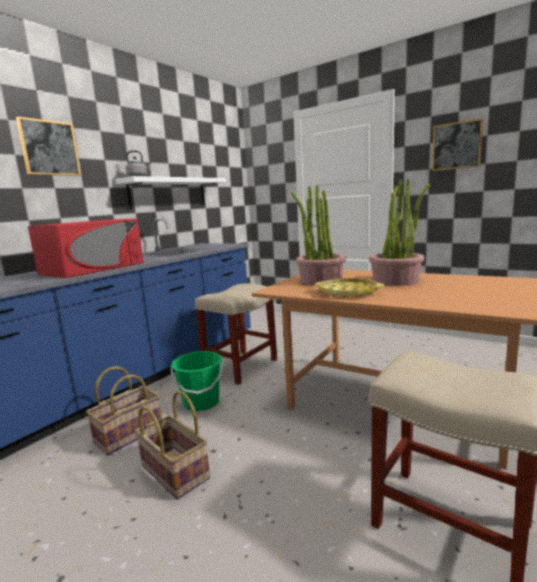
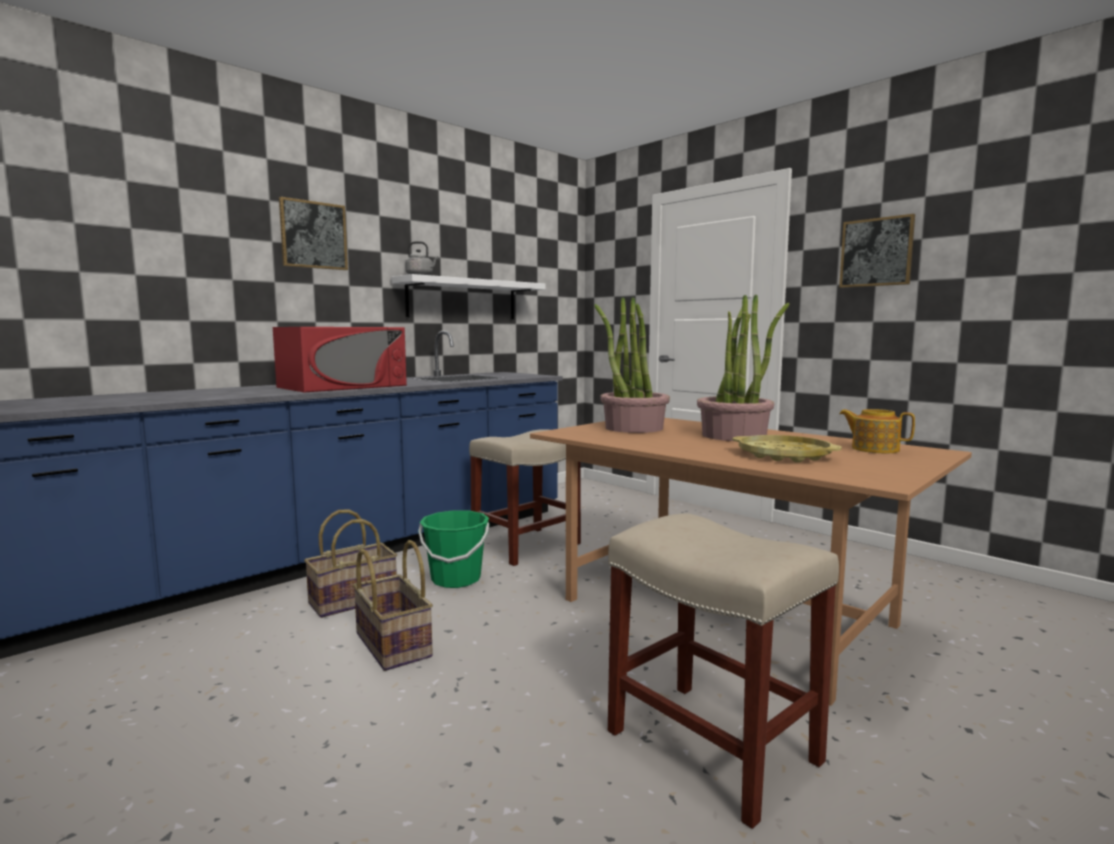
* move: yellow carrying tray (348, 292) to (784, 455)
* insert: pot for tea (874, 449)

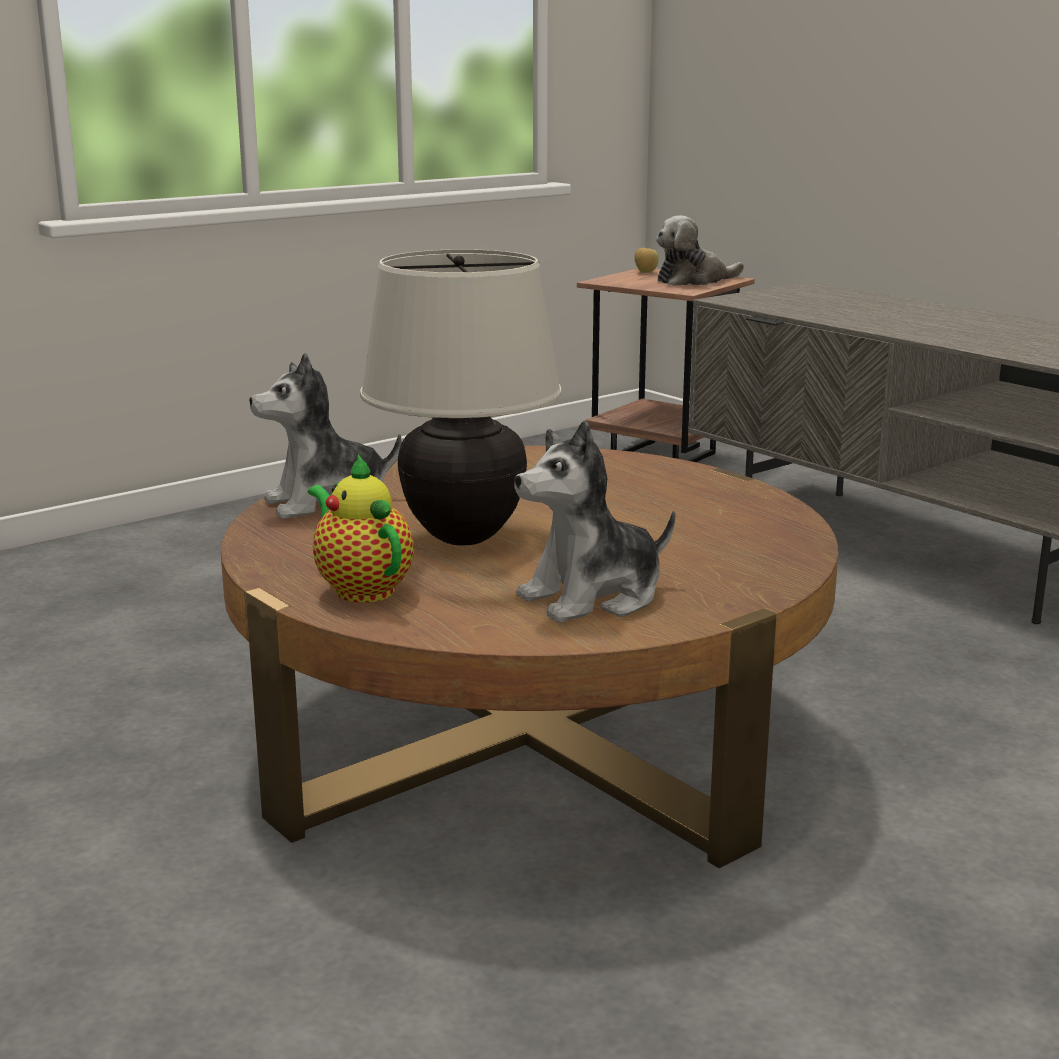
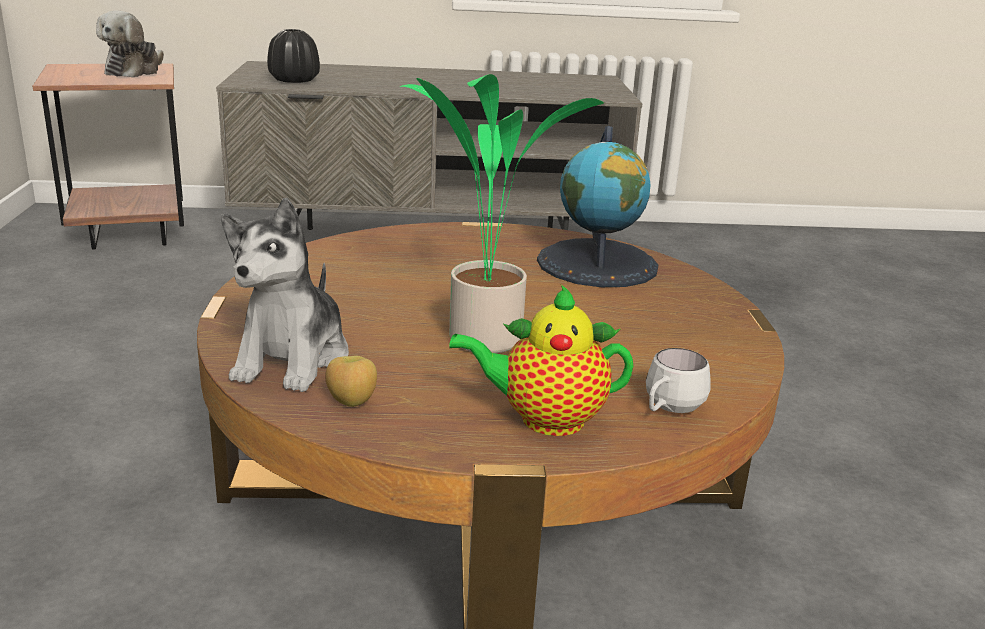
* insert: black vase (294, 80)
* move: apple fruit (645, 272) to (351, 403)
* replace: sand-coloured table lamp (464, 537) to plant in a pot (480, 340)
* insert: world globe (598, 264)
* insert: white mug (668, 410)
* delete: soft toy (593, 597)

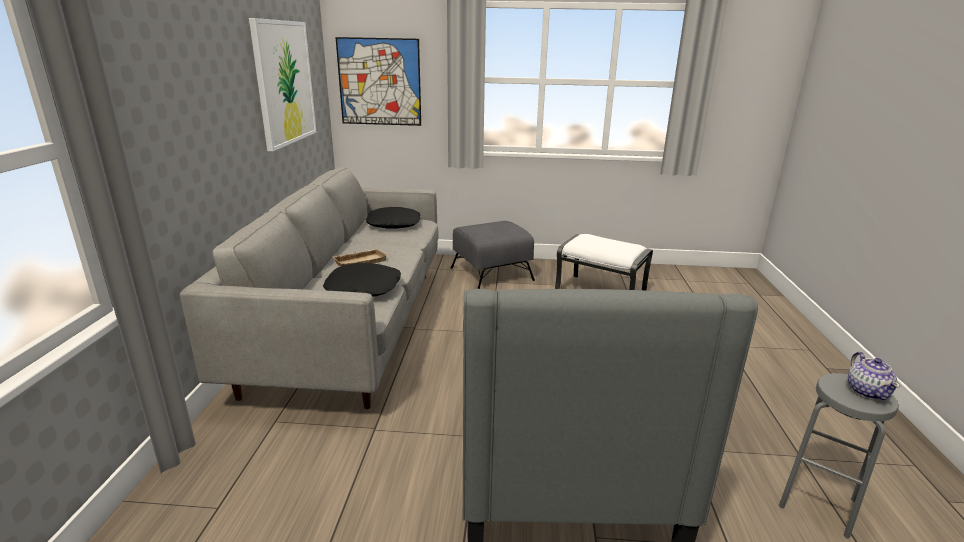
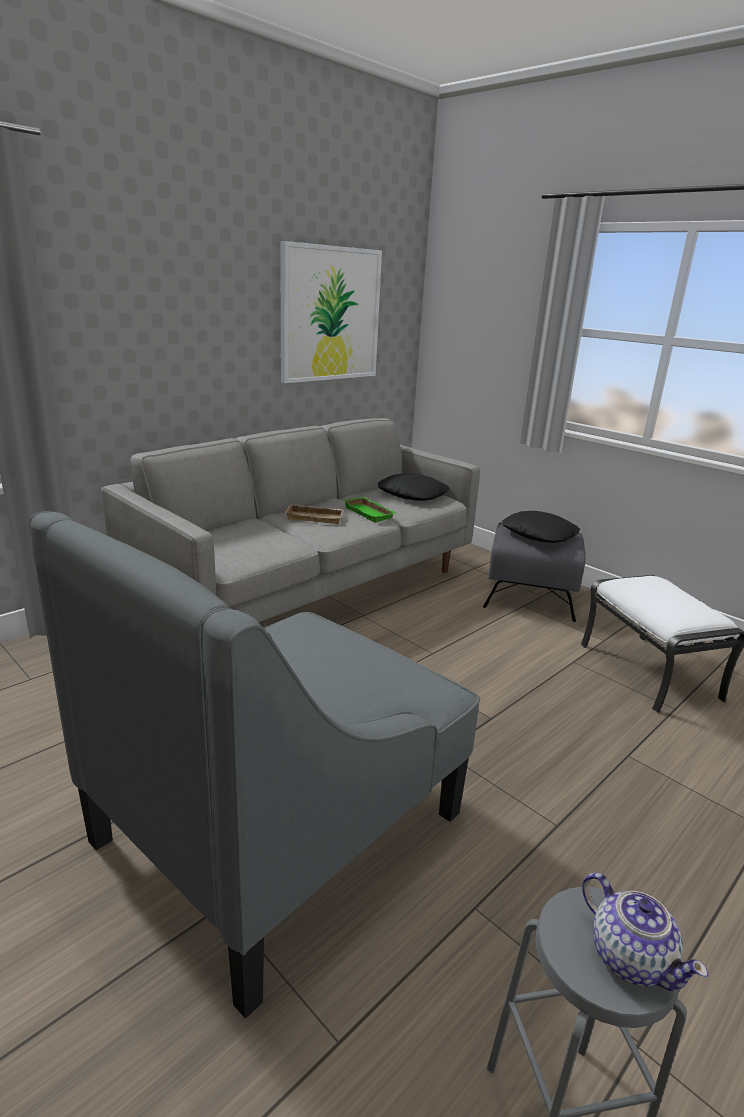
* insert: green-coloured carrying tray (370, 513)
* move: black pillow (364, 287) to (539, 534)
* rotate: pot for tea (867, 391) = (629, 956) 75 degrees counterclockwise
* delete: wall picture (379, 82)

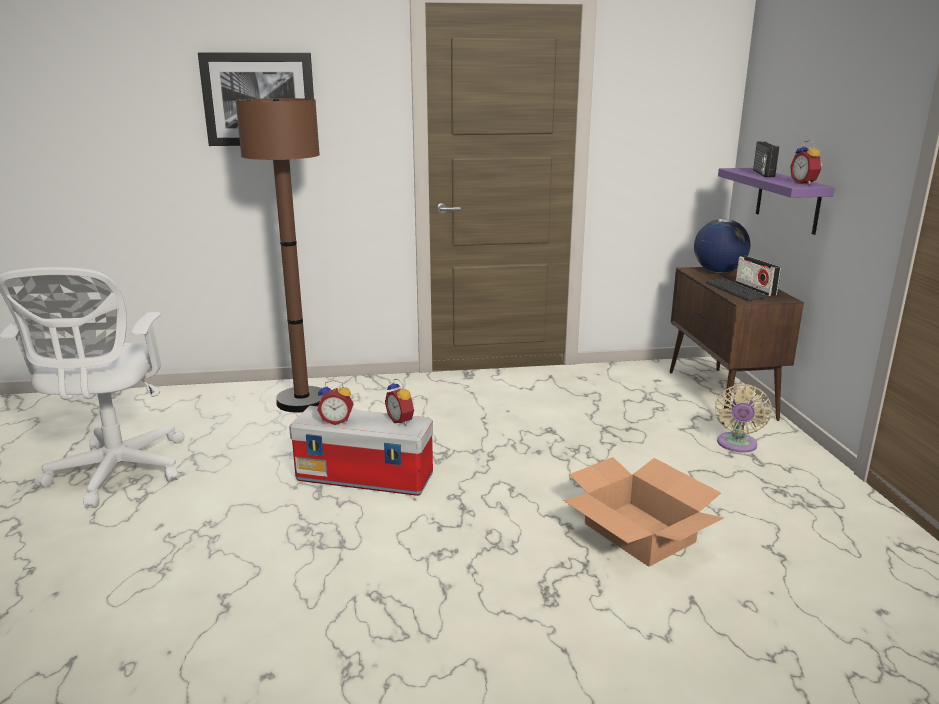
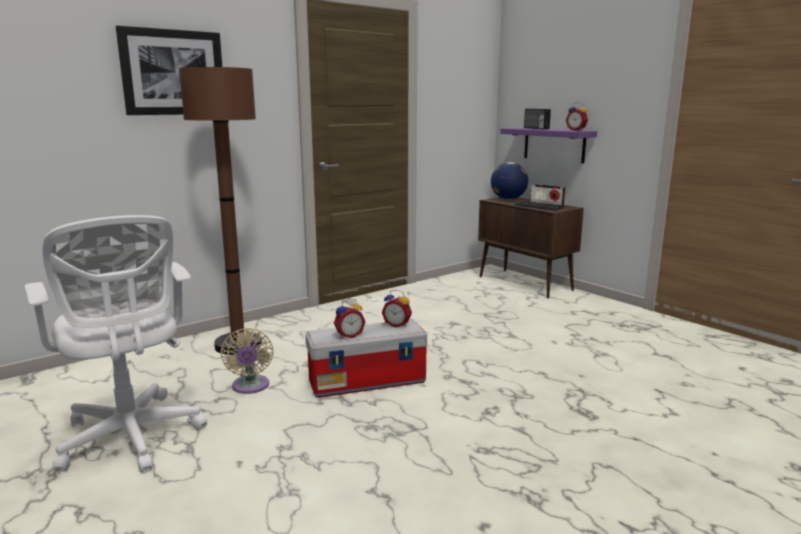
* move: sand-coloured electric fan (736, 445) to (250, 387)
* delete: carton (639, 533)

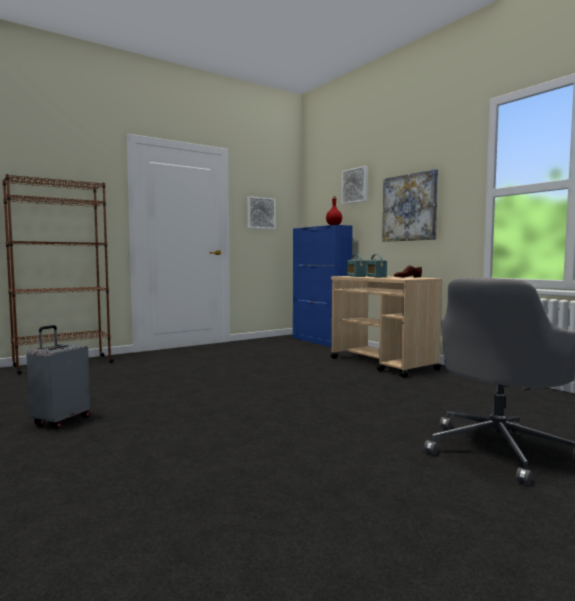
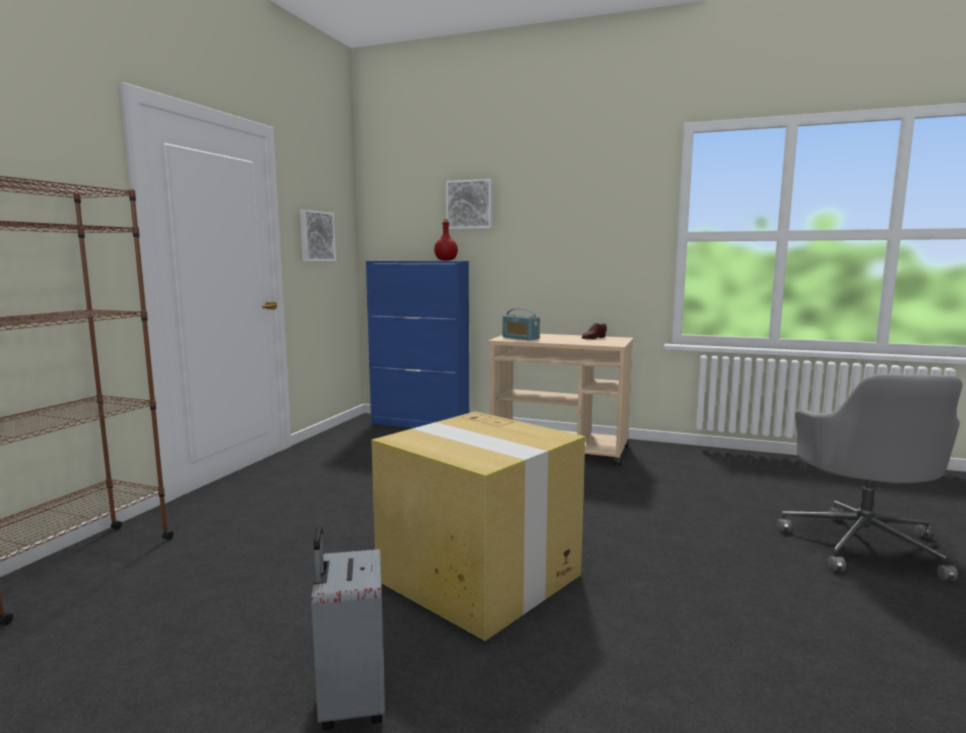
* insert: carton (481, 578)
* delete: radio receiver (376, 276)
* delete: wall picture (409, 207)

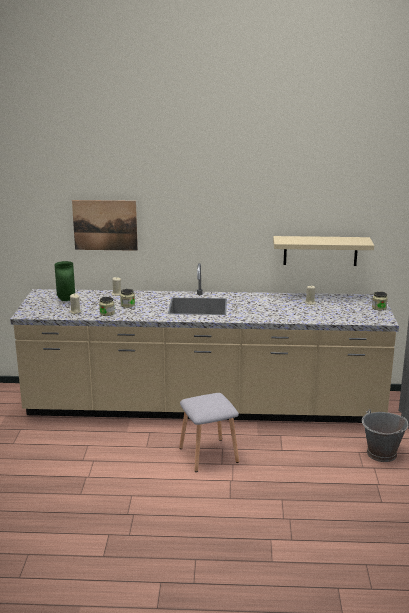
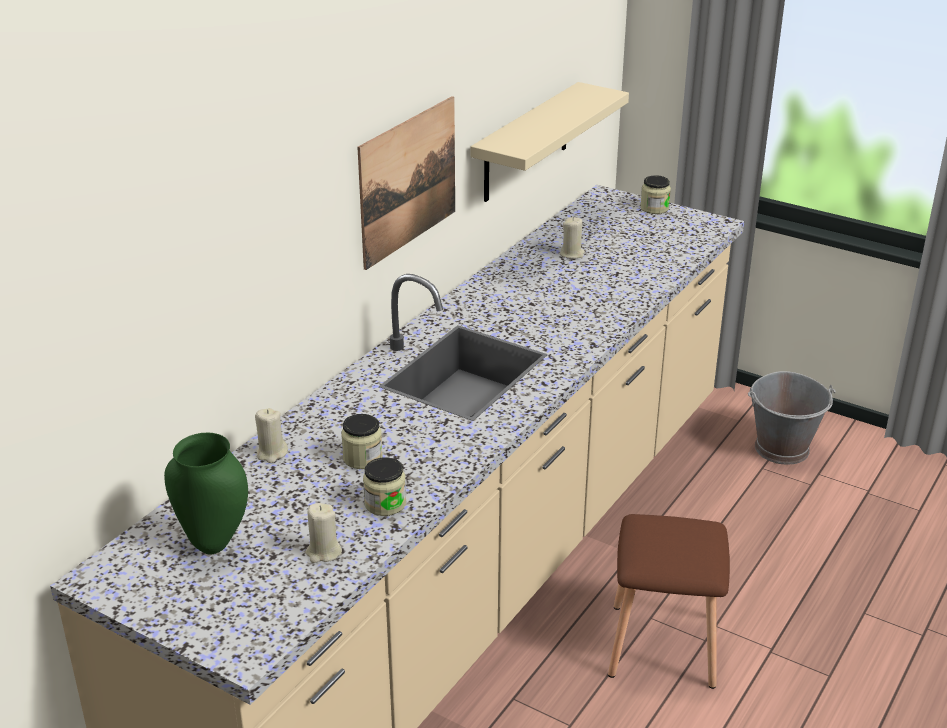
* move: wall picture (105, 225) to (408, 181)
* recolor: grey sitting stool (209, 455) to brownish sitting stool (665, 644)

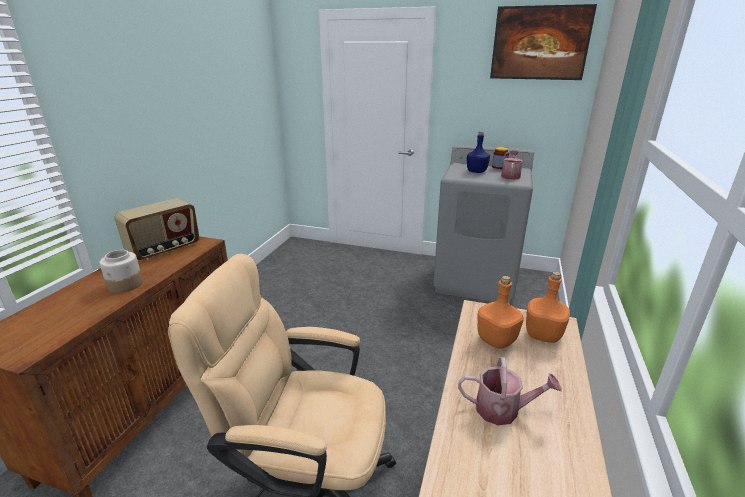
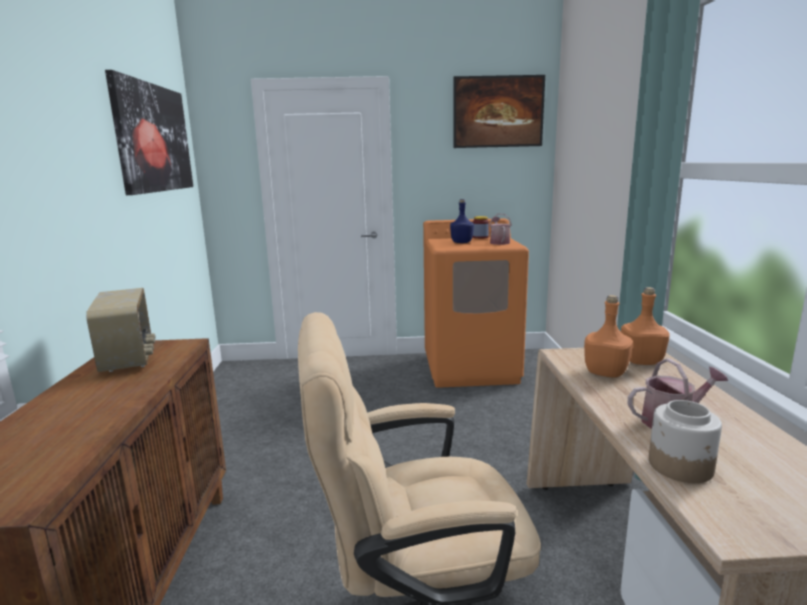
* rotate: radio receiver (164, 249) = (129, 358) 45 degrees counterclockwise
* insert: wall picture (153, 138)
* recolor: grey washing machine (476, 280) to orange washing machine (471, 368)
* move: preserve jar (125, 285) to (681, 466)

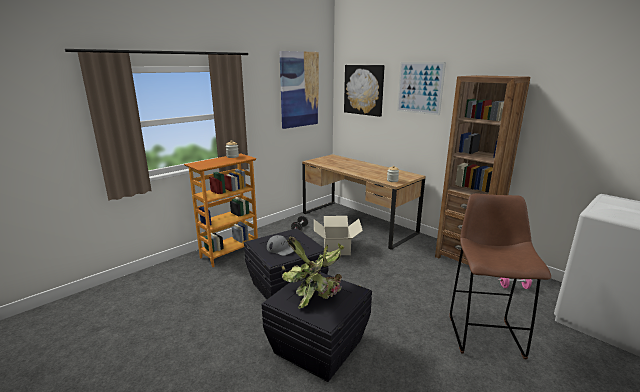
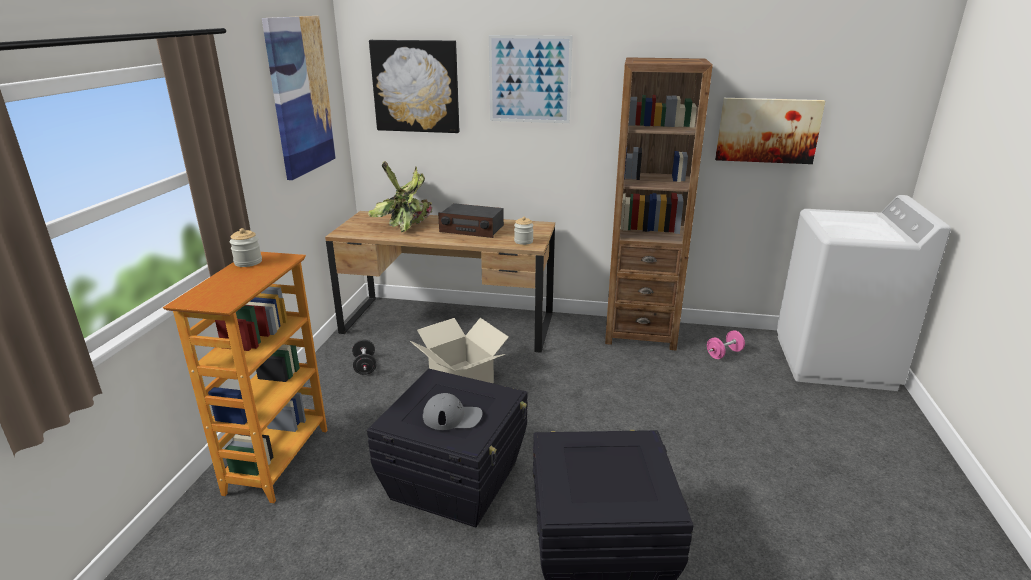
* move: plant in a pot (316, 292) to (406, 223)
* insert: radio receiver (472, 229)
* insert: wall picture (767, 130)
* delete: brownish sitting stool (484, 334)

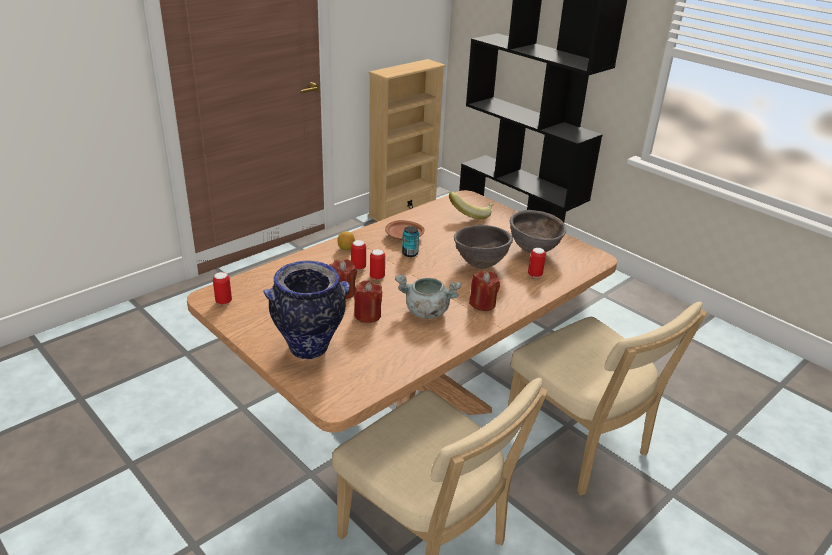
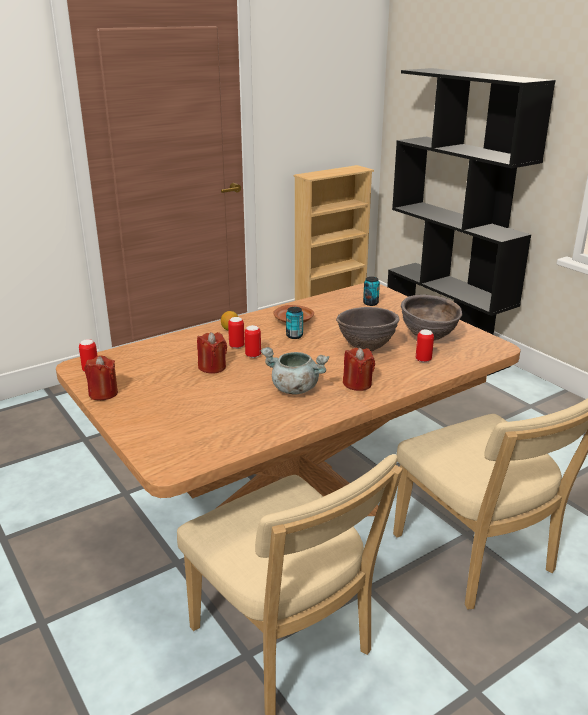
* move: red wax candle (367, 315) to (103, 393)
* replace: whole banana (471, 214) to can (370, 303)
* delete: vase (310, 348)

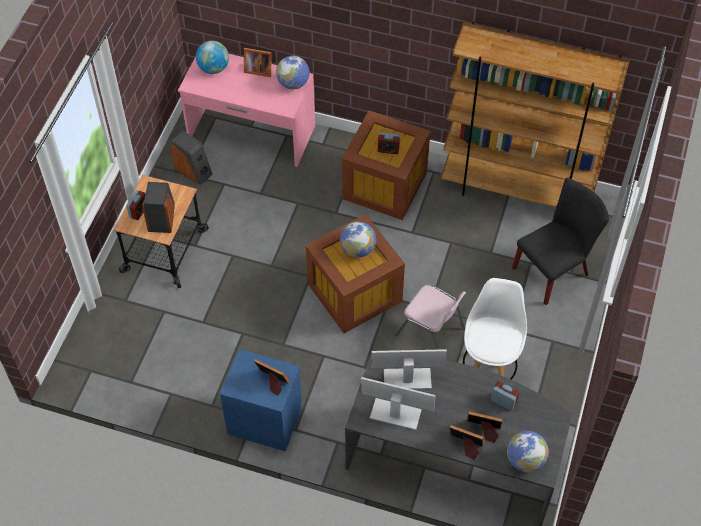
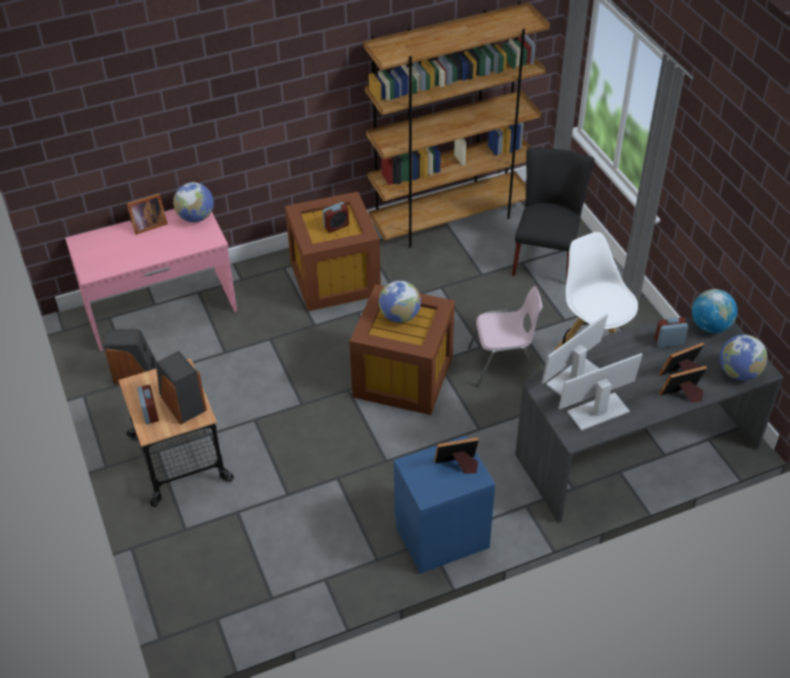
* move: world globe (213, 68) to (710, 326)

